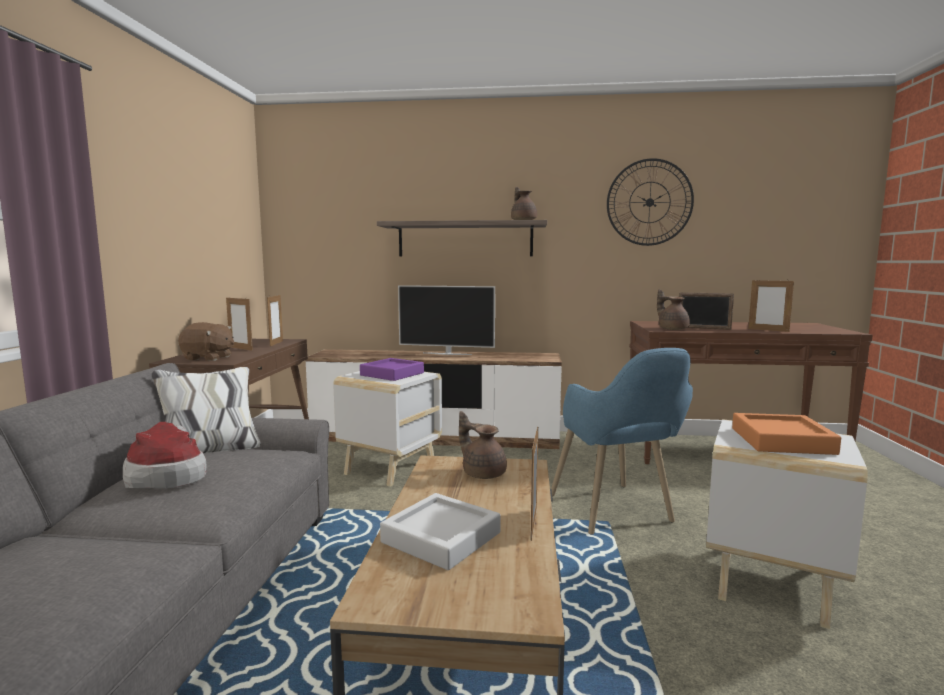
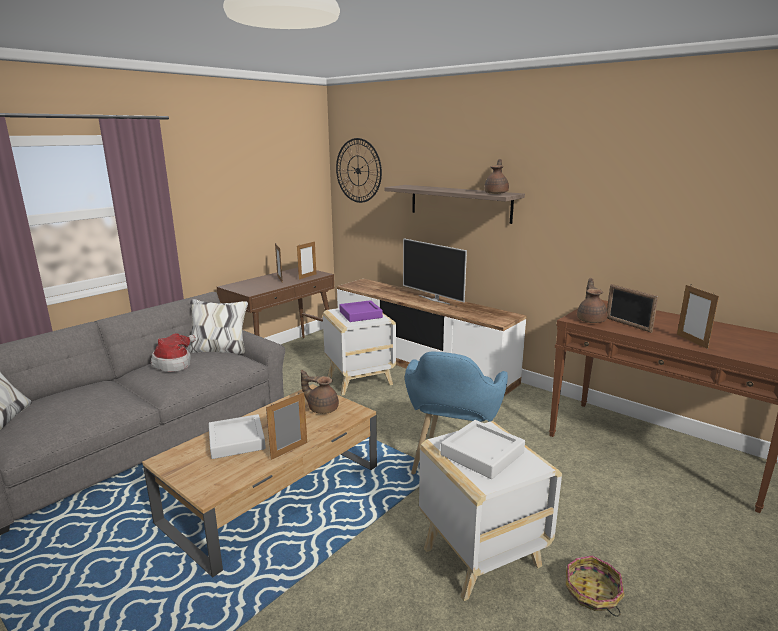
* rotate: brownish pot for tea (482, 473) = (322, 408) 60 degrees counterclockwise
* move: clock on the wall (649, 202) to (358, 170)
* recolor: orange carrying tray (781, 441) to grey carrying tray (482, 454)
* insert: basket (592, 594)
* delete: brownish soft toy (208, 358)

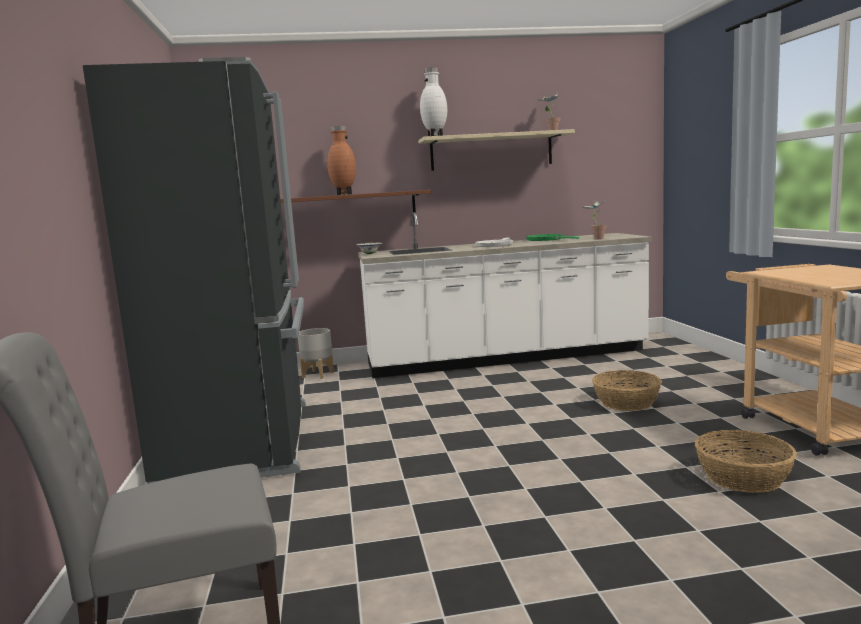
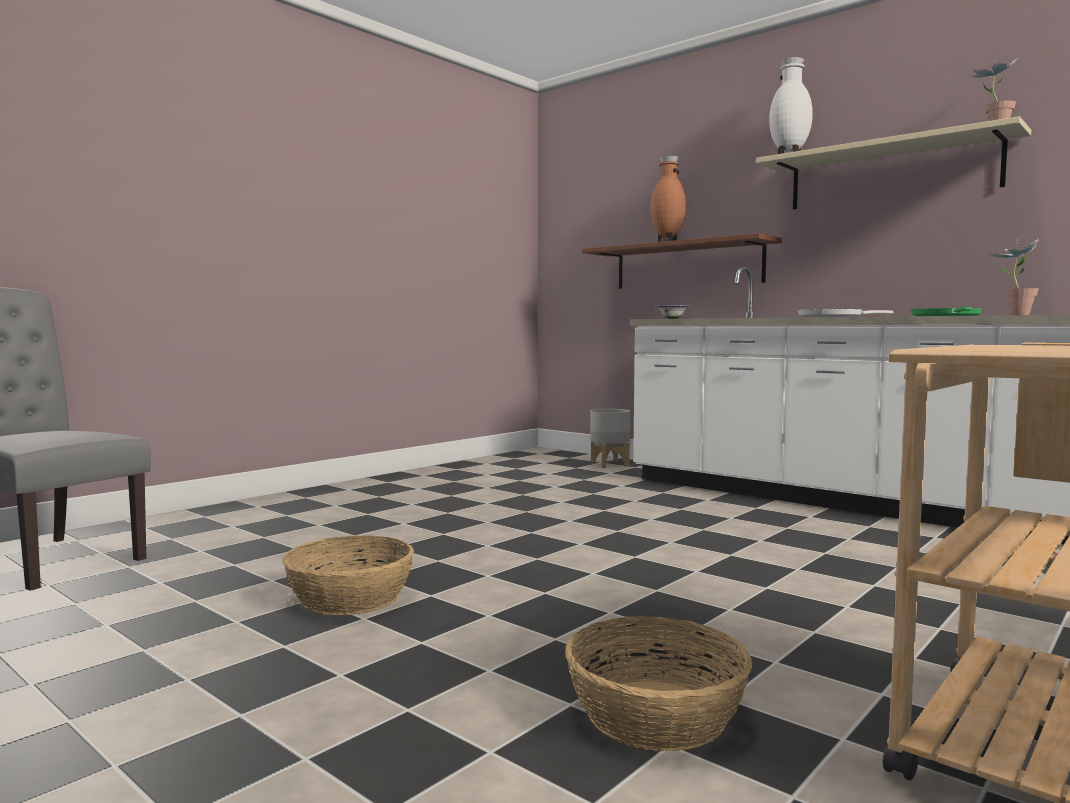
* move: basket (626, 402) to (350, 597)
* delete: black kitchen fridge (243, 441)

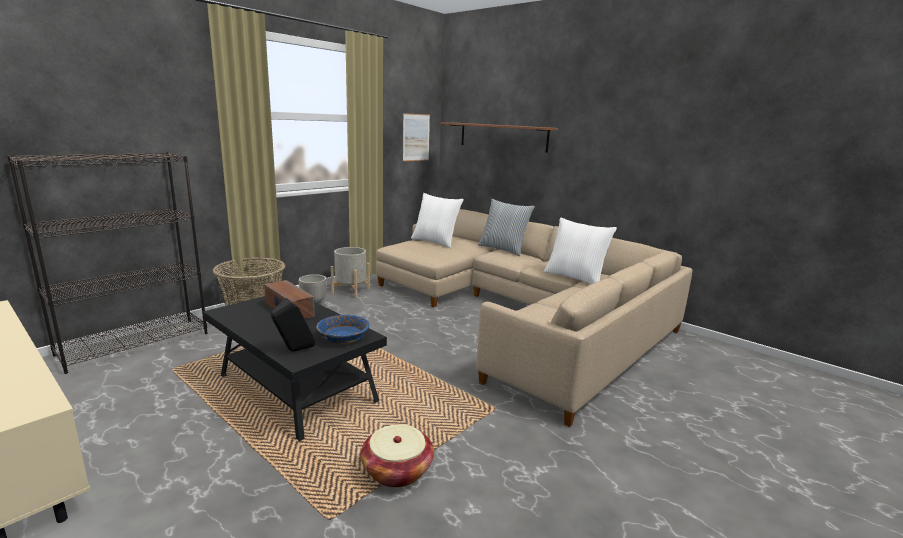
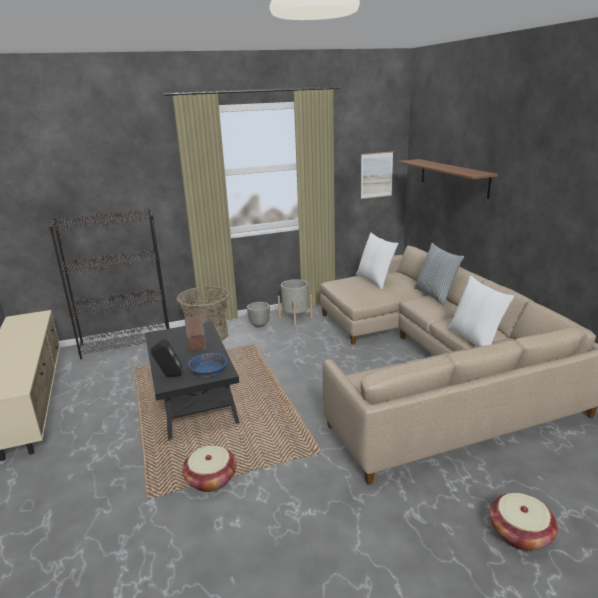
* insert: basket (520, 534)

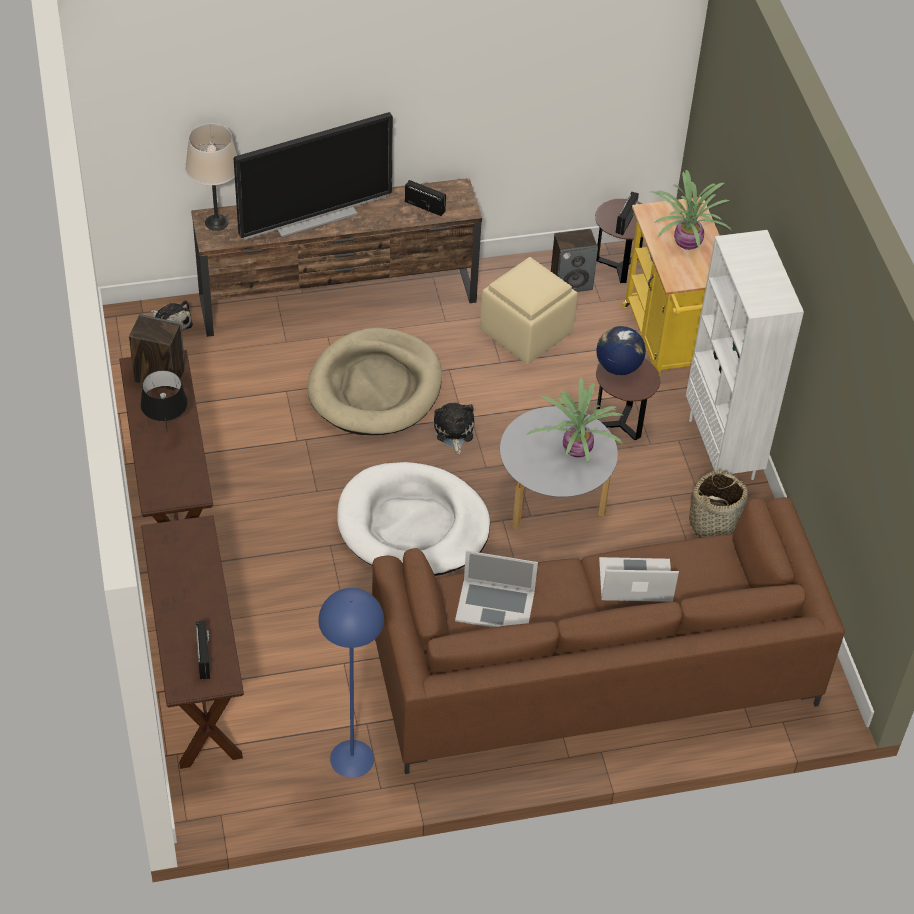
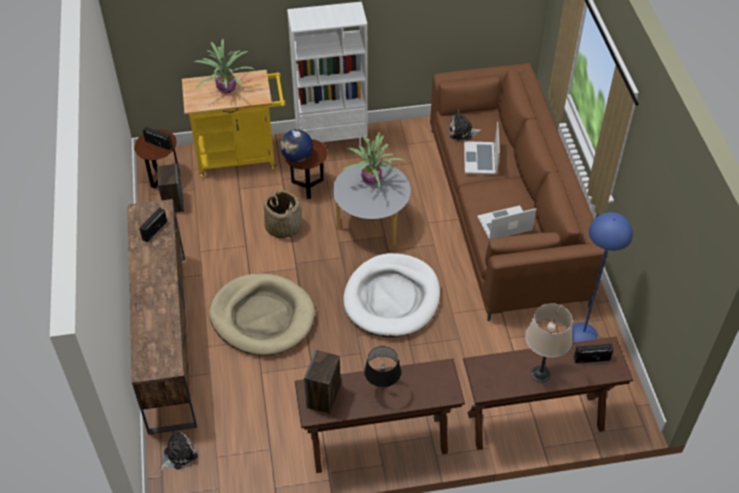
* move: basket (715, 524) to (283, 226)
* move: soft toy (453, 432) to (462, 132)
* rotate: notebook computer (495, 605) = (505, 224) 120 degrees counterclockwise
* move: sand-coloured table lamp (217, 222) to (540, 374)
* delete: TV set (314, 217)
* delete: sand-coloured footrest (526, 333)

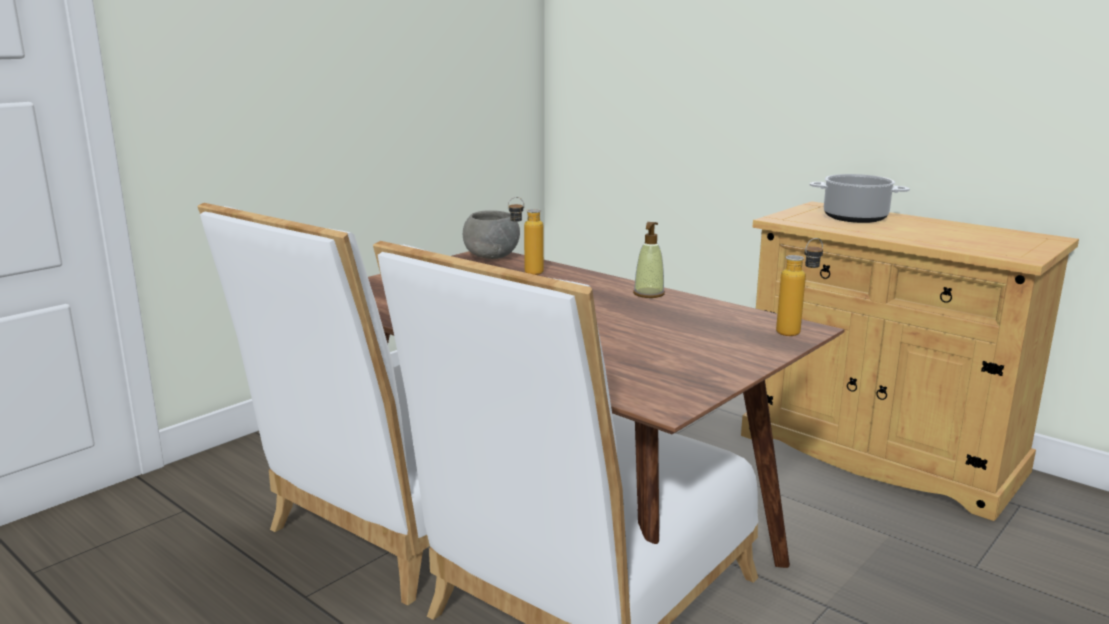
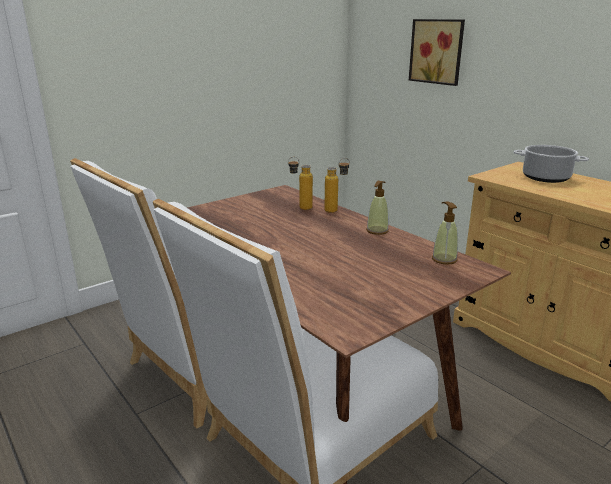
* move: bottle (796, 331) to (336, 210)
* insert: wall picture (437, 51)
* insert: soap bottle (444, 259)
* delete: grey serving bowl (492, 257)

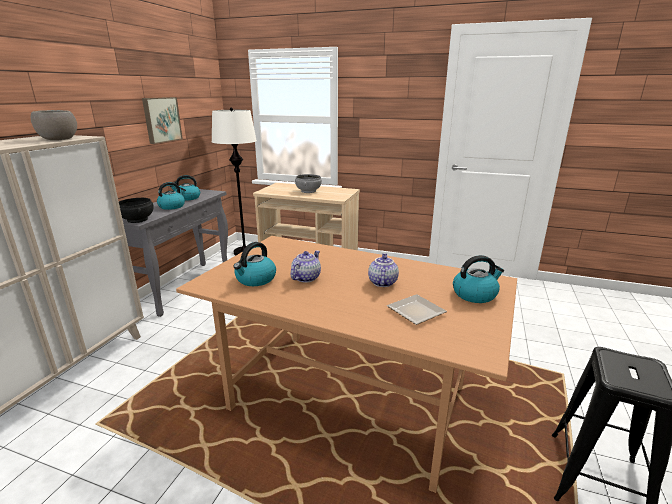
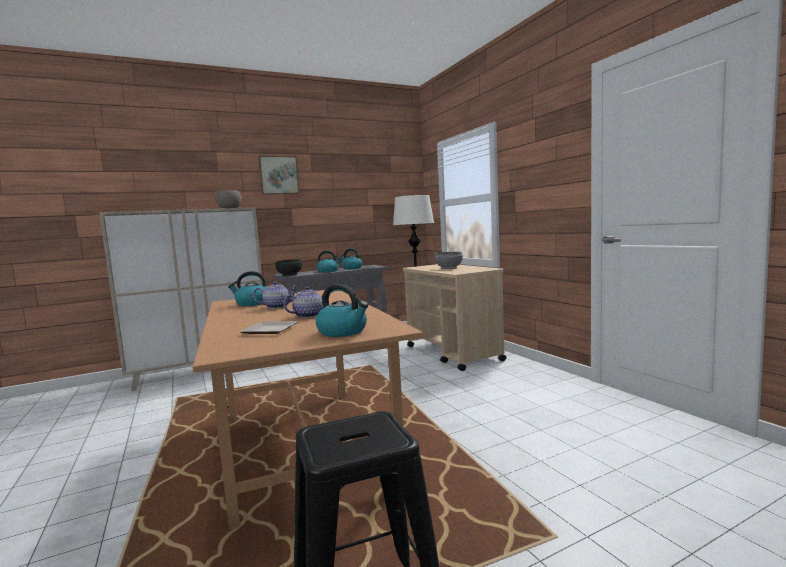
* move: wall picture (161, 119) to (278, 175)

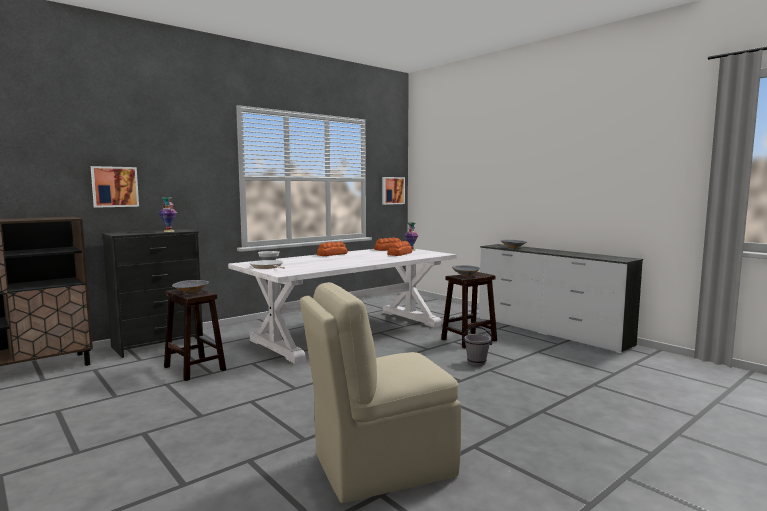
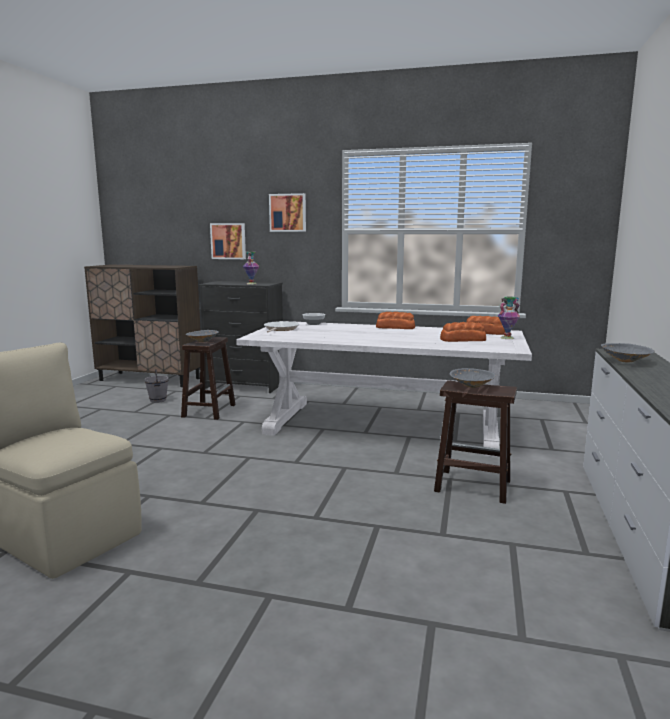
* move: grey pail (476, 362) to (158, 400)
* move: wall picture (392, 190) to (288, 212)

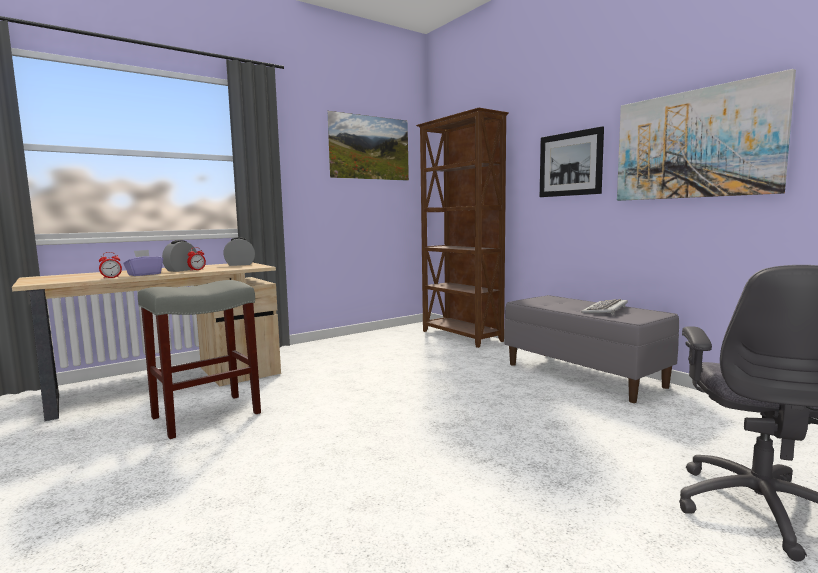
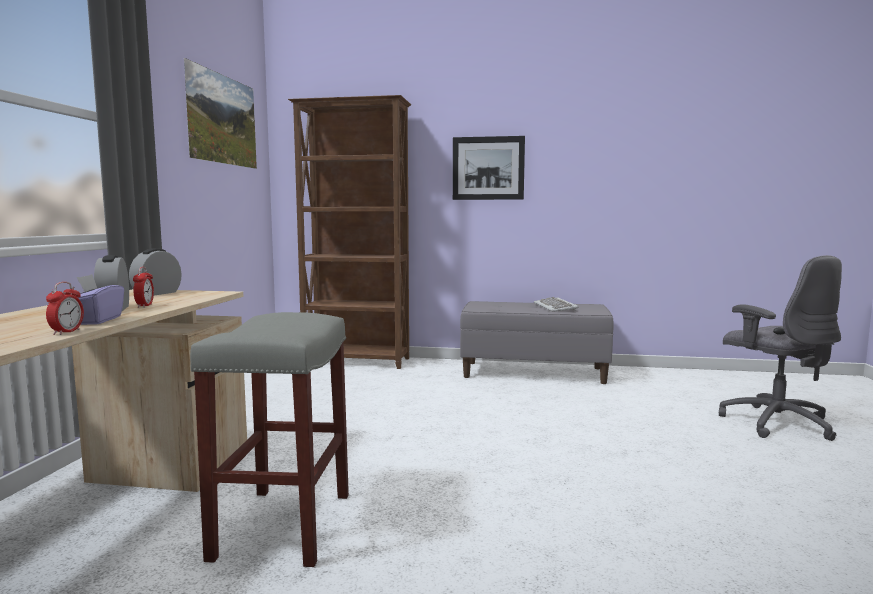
* delete: wall picture (695, 144)

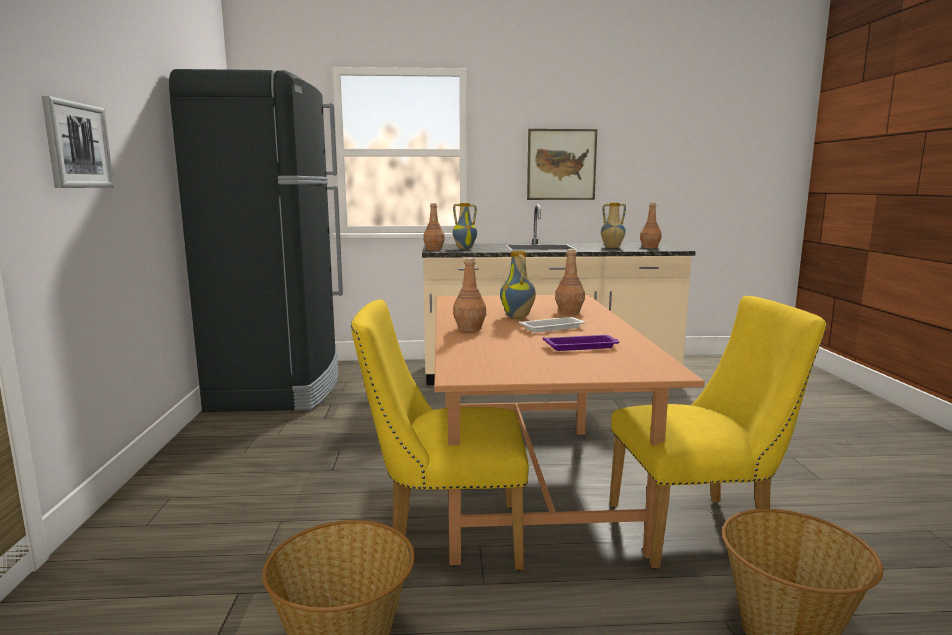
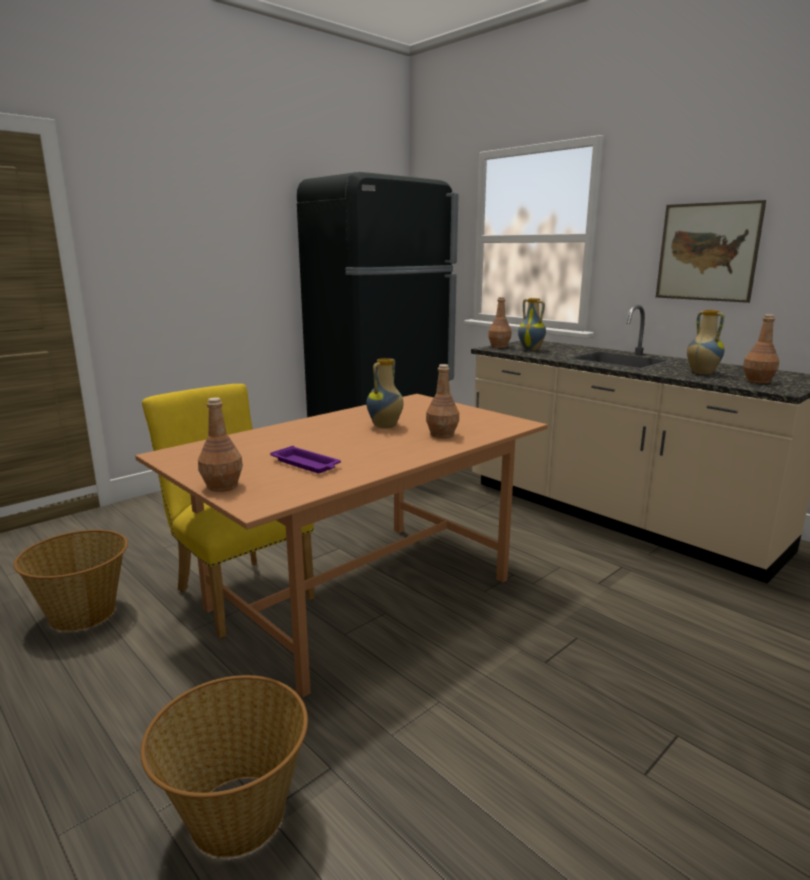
* move: brownish bottle (469, 328) to (222, 486)
* delete: wall picture (77, 145)
* delete: white carrying tray (553, 328)
* delete: yellow chair (699, 530)

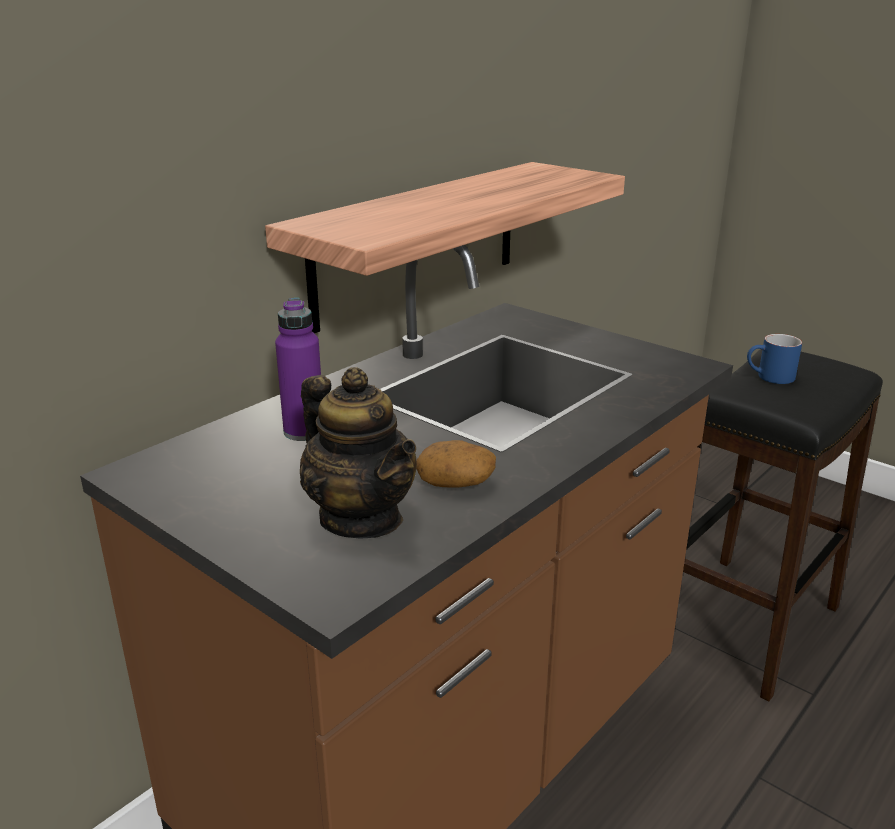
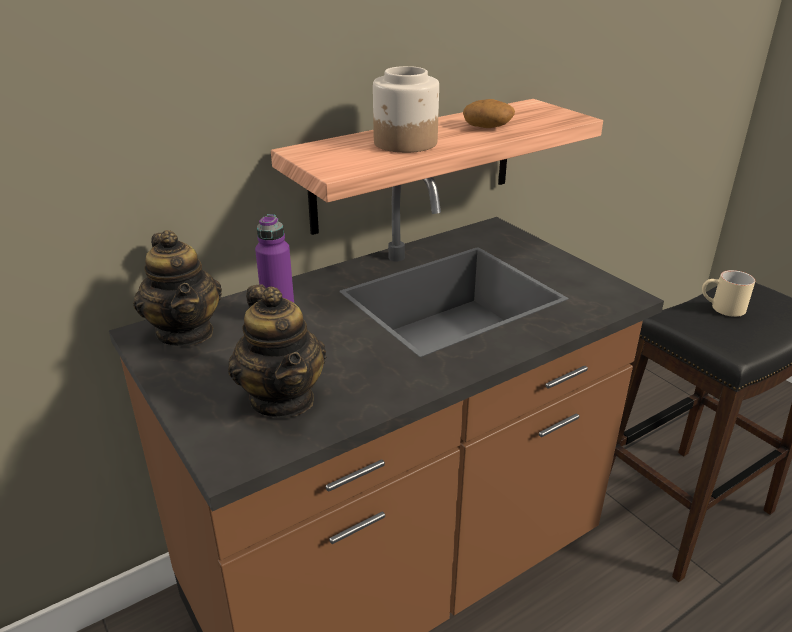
* insert: pot for tea (186, 332)
* insert: preserve jar (405, 143)
* move: potato (456, 482) to (488, 127)
* recolor: bluish mug (769, 377) to sand-coloured mug (722, 308)

